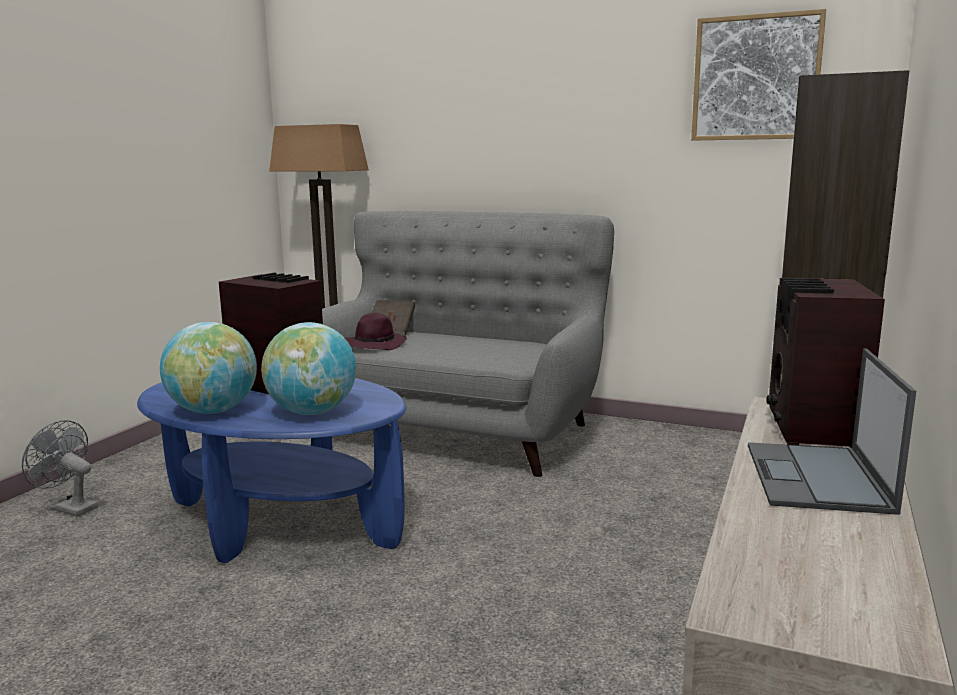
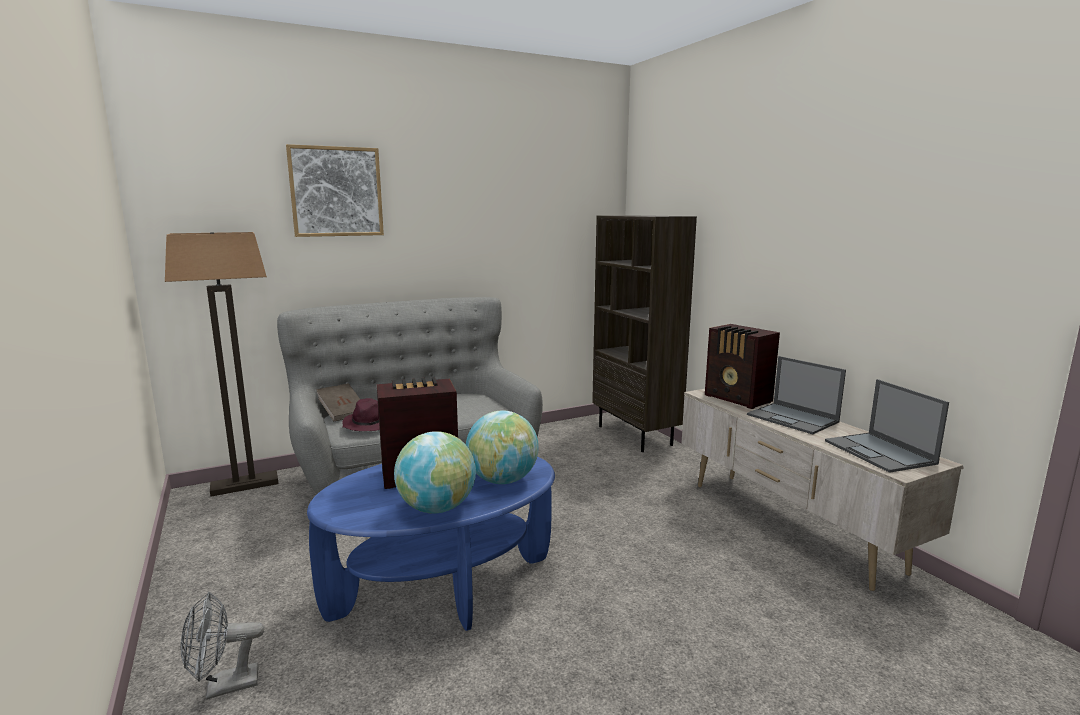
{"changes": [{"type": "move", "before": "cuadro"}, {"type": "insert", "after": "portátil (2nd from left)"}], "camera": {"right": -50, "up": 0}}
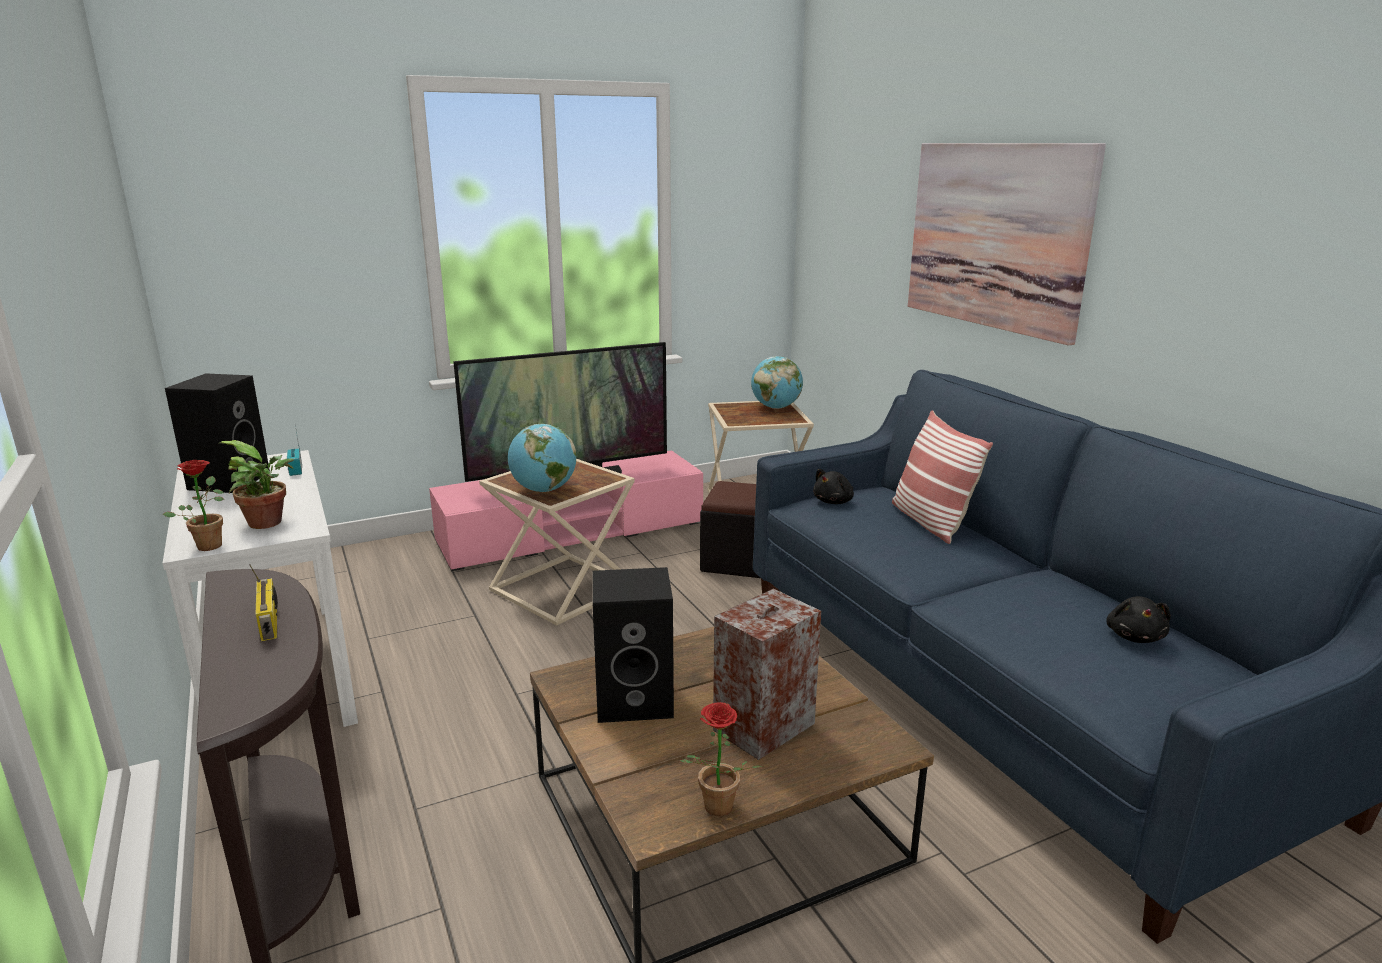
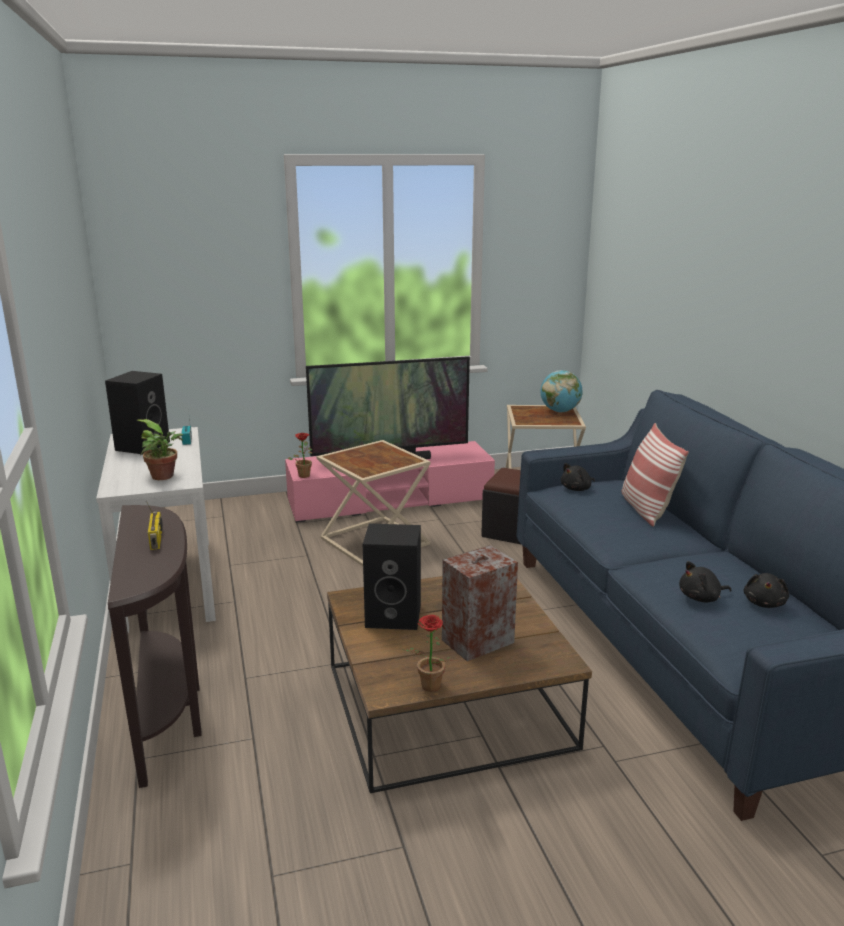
{"changes": [{"type": "delete", "before": "cuadro"}, {"type": "delete", "before": "globo terráqueo (1st from left)"}, {"type": "move", "before": "planta en maceta (1st from left in the first image)", "after": "planta en maceta (2nd from left)"}, {"type": "insert", "after": "peluche [negro] (2nd from left)"}], "camera": {"right": 10, "up": 0}}
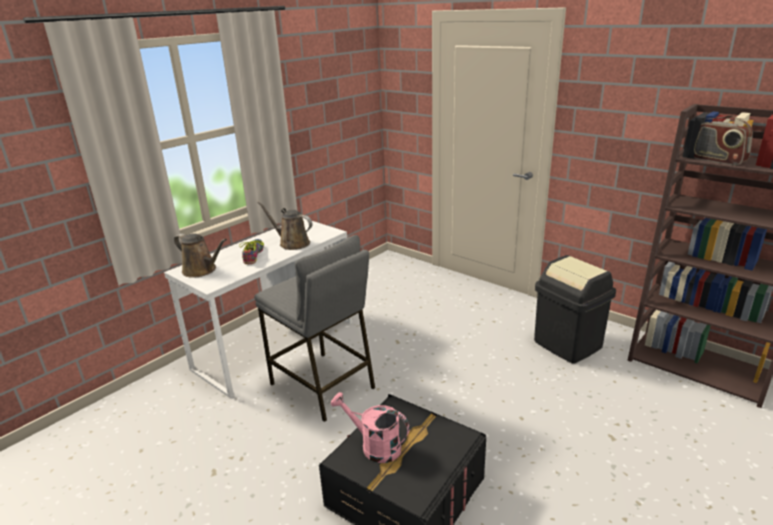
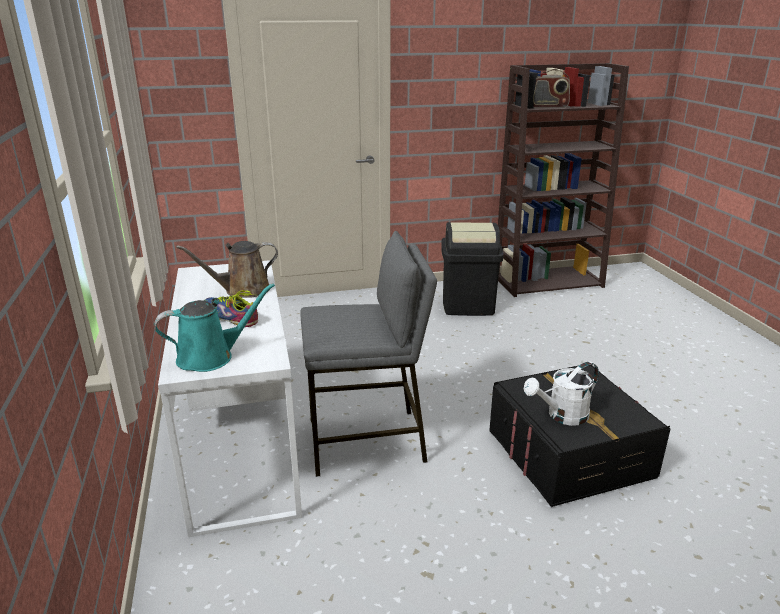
{"changes": [{"type": "recolor", "before": "regadera [marrón] (1st from left)", "after": "regadera [turquesa]"}, {"type": "recolor", "before": "regadera [rosa]", "after": "regadera [blanco]"}], "camera": {"right": -55, "up": 0}}
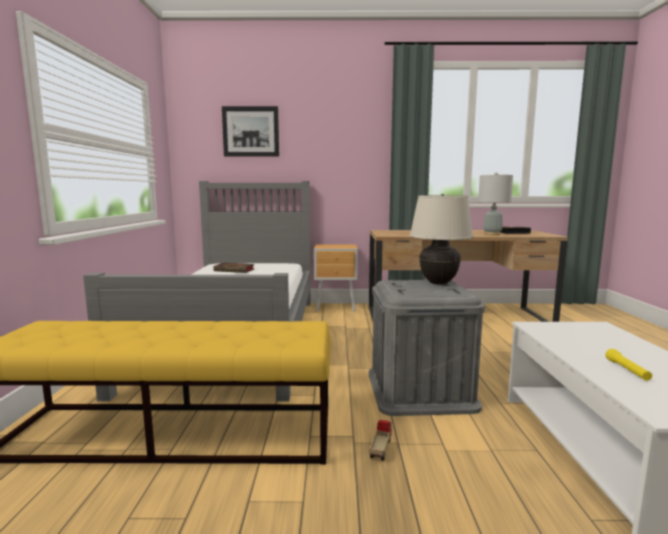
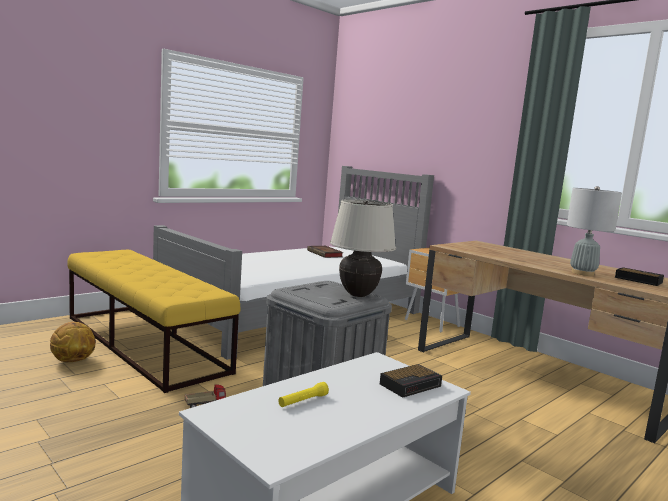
{"changes": [{"type": "delete", "before": "cuadro"}, {"type": "insert", "after": "balón de baloncesto"}, {"type": "insert", "after": "despertador (1st from left)"}], "camera": {"right": 45, "up": 0}}
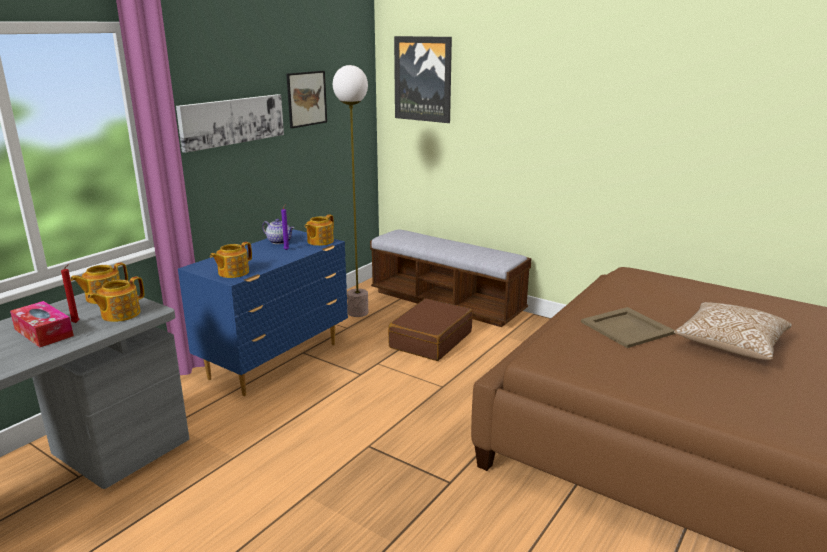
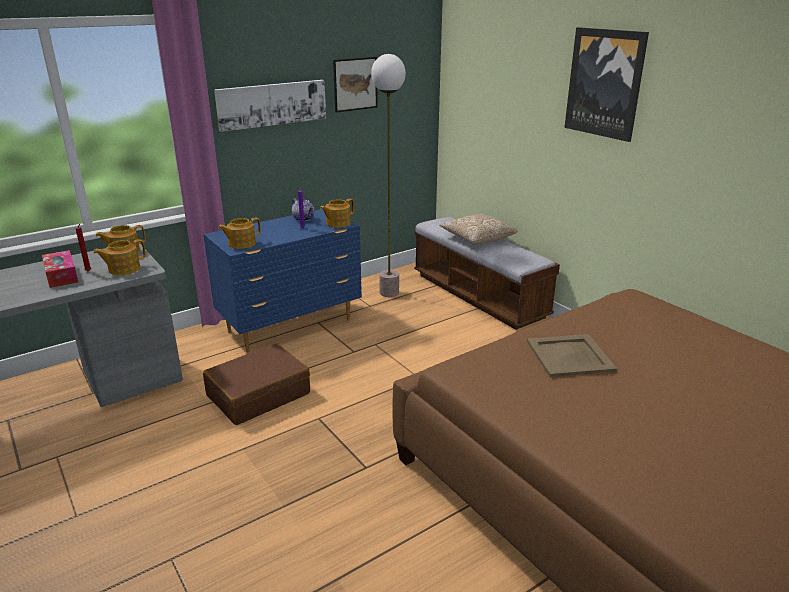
{"changes": [{"type": "move", "before": "cuadro (3rd from left)"}, {"type": "move", "before": "maleta [marrón]"}, {"type": "move", "before": "cojín"}], "camera": {"right": 20, "up": 5}}
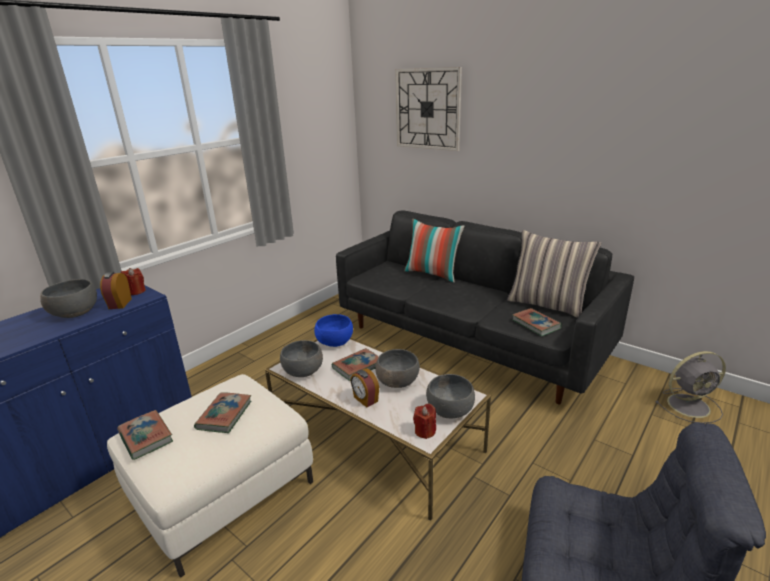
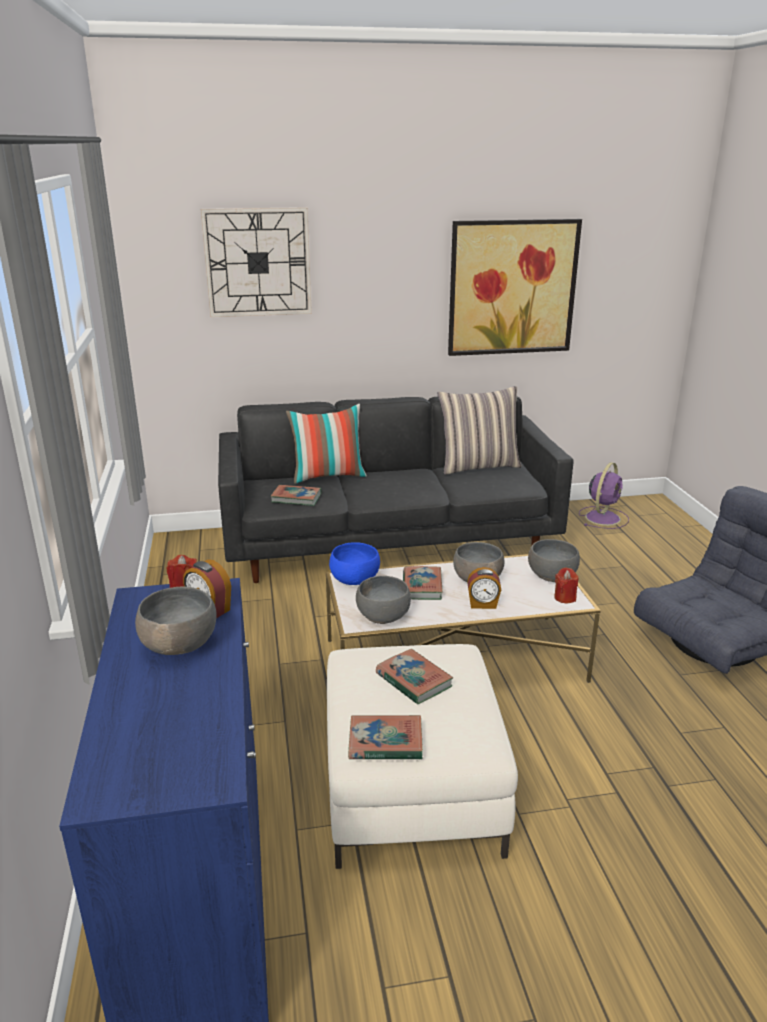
{"changes": [{"type": "move", "before": "libro (4th from left in the first image)", "after": "libro (1st from left)"}, {"type": "recolor", "before": "ventilador [gris]", "after": "ventilador [morado]"}, {"type": "insert", "after": "cuadro"}], "camera": {"right": -50, "up": 0}}
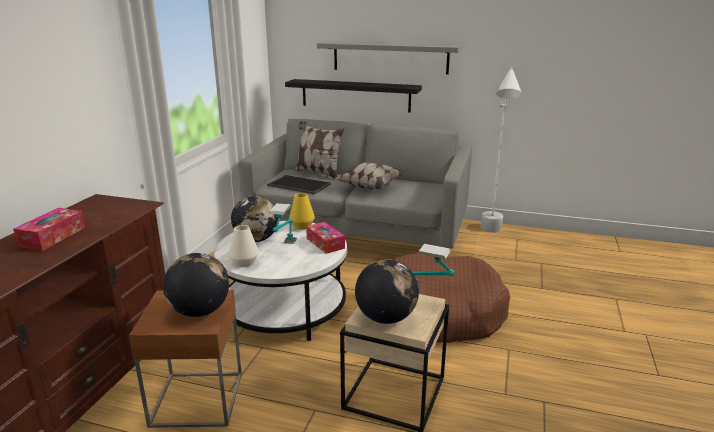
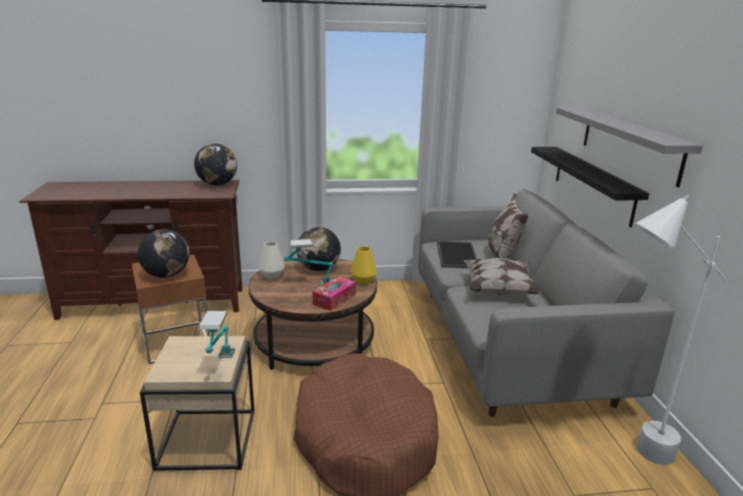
{"changes": [{"type": "delete", "before": "caja de pañuelos (1st from left)"}, {"type": "recolor", "before": "mesa de centro [blanco]", "after": "mesa de centro [marrón]"}, {"type": "move", "before": "globo terráqueo (3rd from left in the first image)", "after": "globo terráqueo (2nd from left)"}], "camera": {"right": 65, "up": 0}}
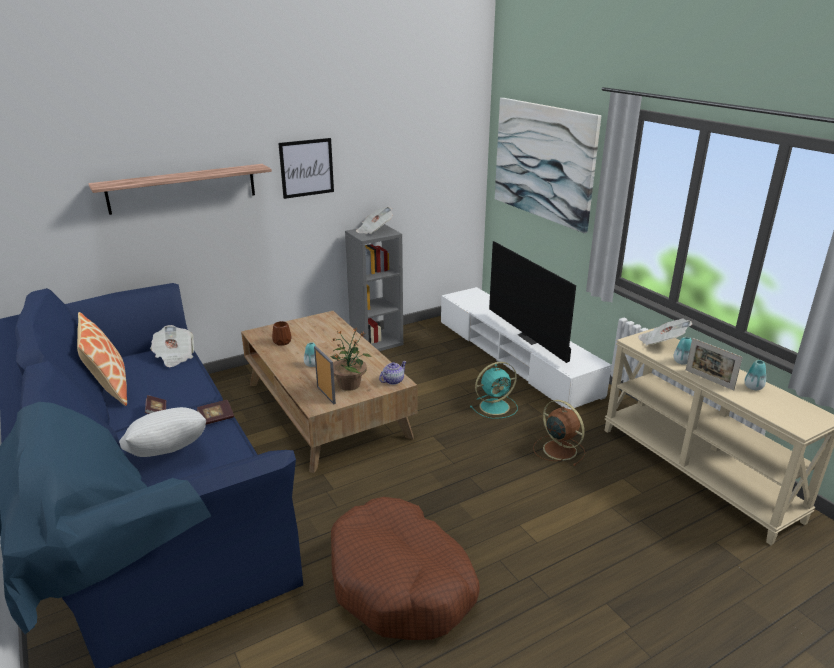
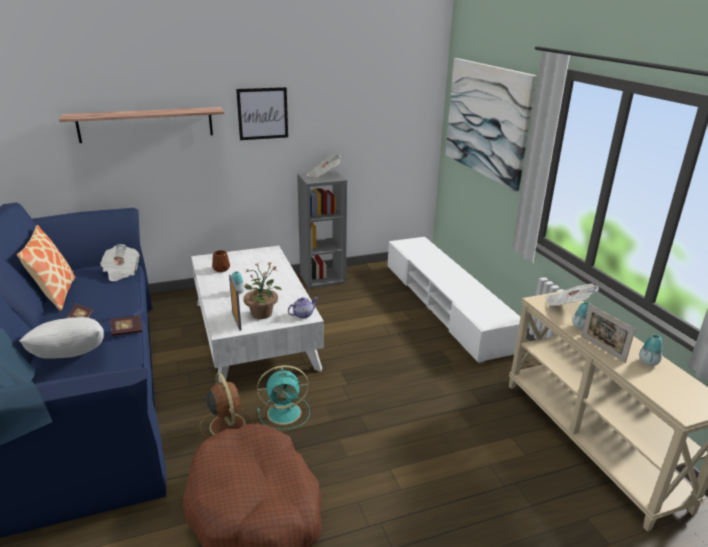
{"changes": [{"type": "delete", "before": "televisor"}, {"type": "recolor", "before": "mesa de centro [marrón]", "after": "mesa de centro [blanco]"}, {"type": "move", "before": "ventilador [turquesa]"}, {"type": "move", "before": "ventilador [marrón]"}], "camera": {"right": 10, "up": 0}}
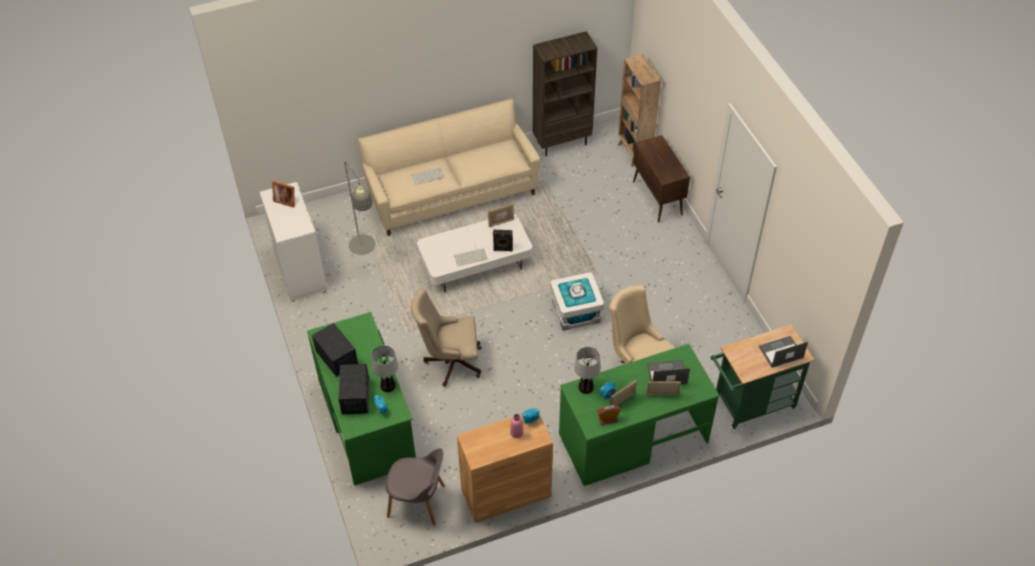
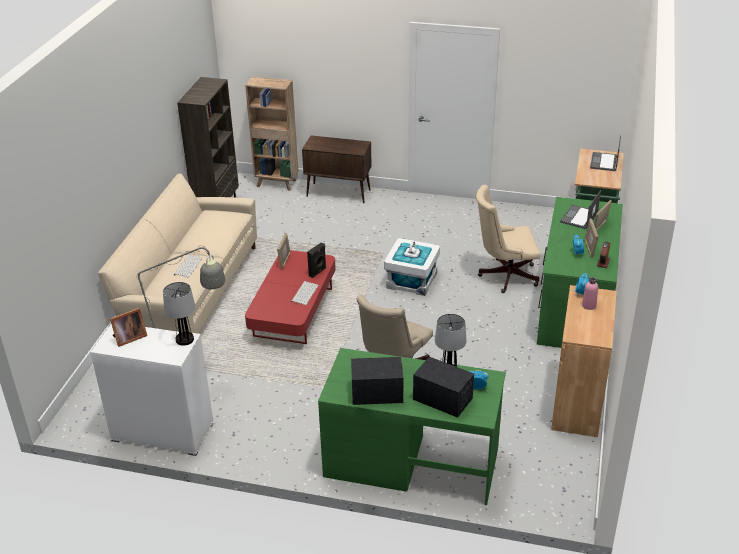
{"changes": [{"type": "recolor", "before": "mesa de centro [blanco]", "after": "mesa de centro [rojo]"}, {"type": "move", "before": "lámpara de mesa (2nd from left in the first image)", "after": "lámpara de mesa (1st from left)"}, {"type": "delete", "before": "silla [gris]"}], "camera": {"right": -55, "up": -15}}
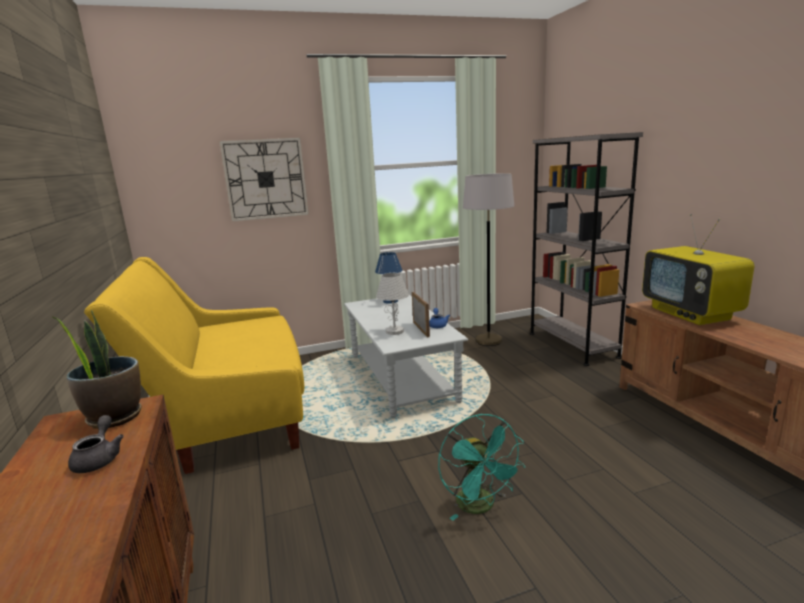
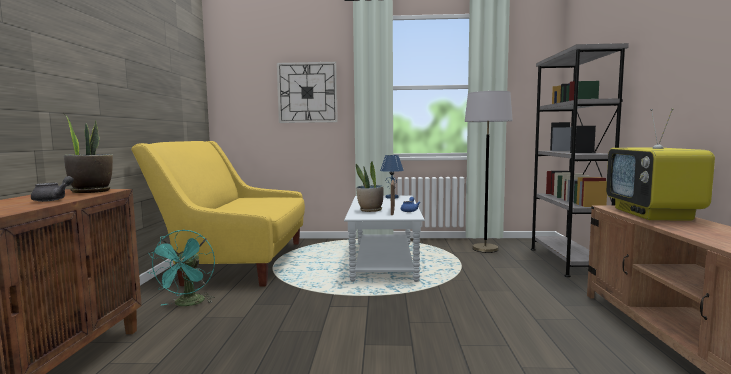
{"changes": [{"type": "replace", "before": "lámpara de mesa [blanco]", "after": "planta en maceta (2nd from left)"}, {"type": "move", "before": "ventilador [turquesa]"}], "camera": {"right": 20, "up": -10}}
